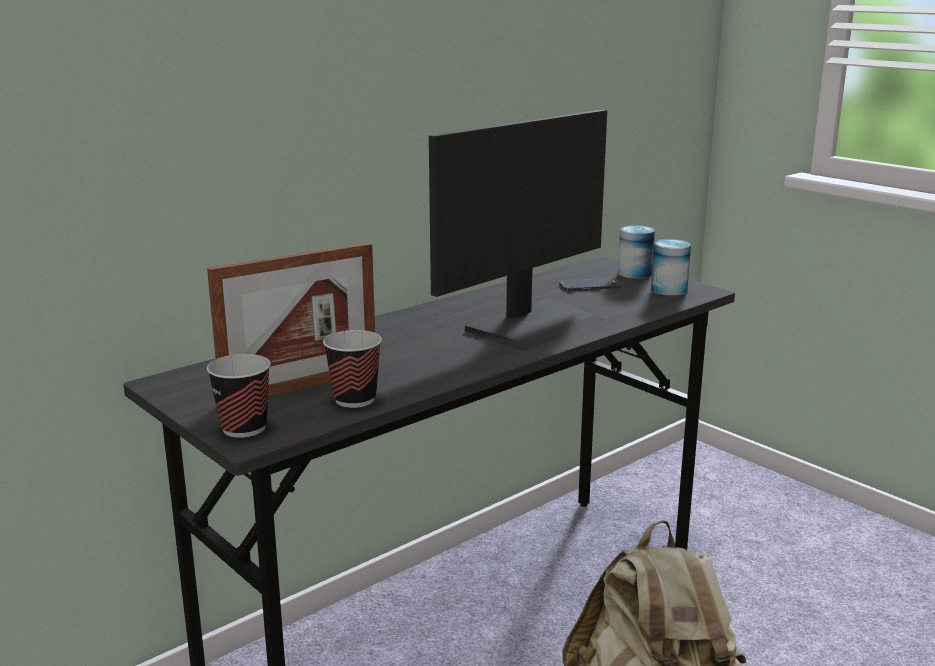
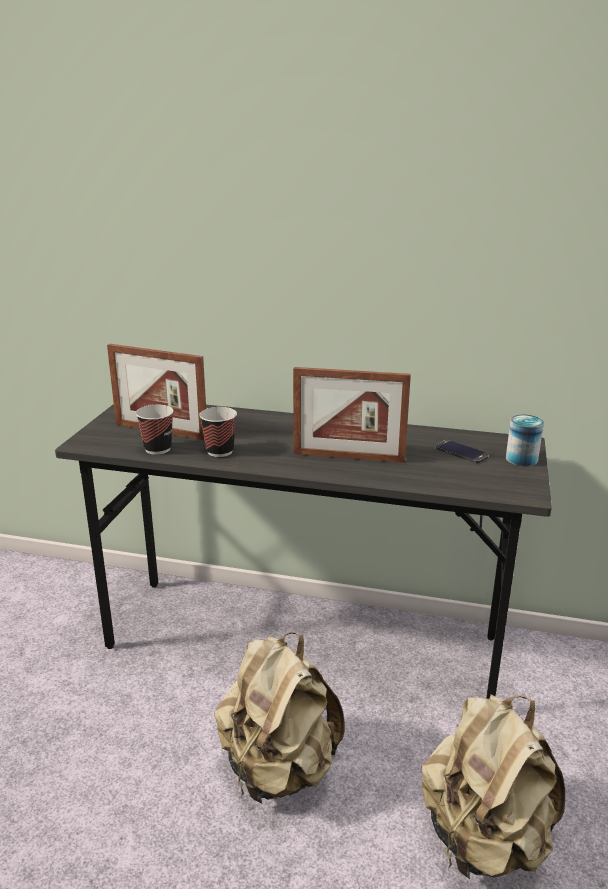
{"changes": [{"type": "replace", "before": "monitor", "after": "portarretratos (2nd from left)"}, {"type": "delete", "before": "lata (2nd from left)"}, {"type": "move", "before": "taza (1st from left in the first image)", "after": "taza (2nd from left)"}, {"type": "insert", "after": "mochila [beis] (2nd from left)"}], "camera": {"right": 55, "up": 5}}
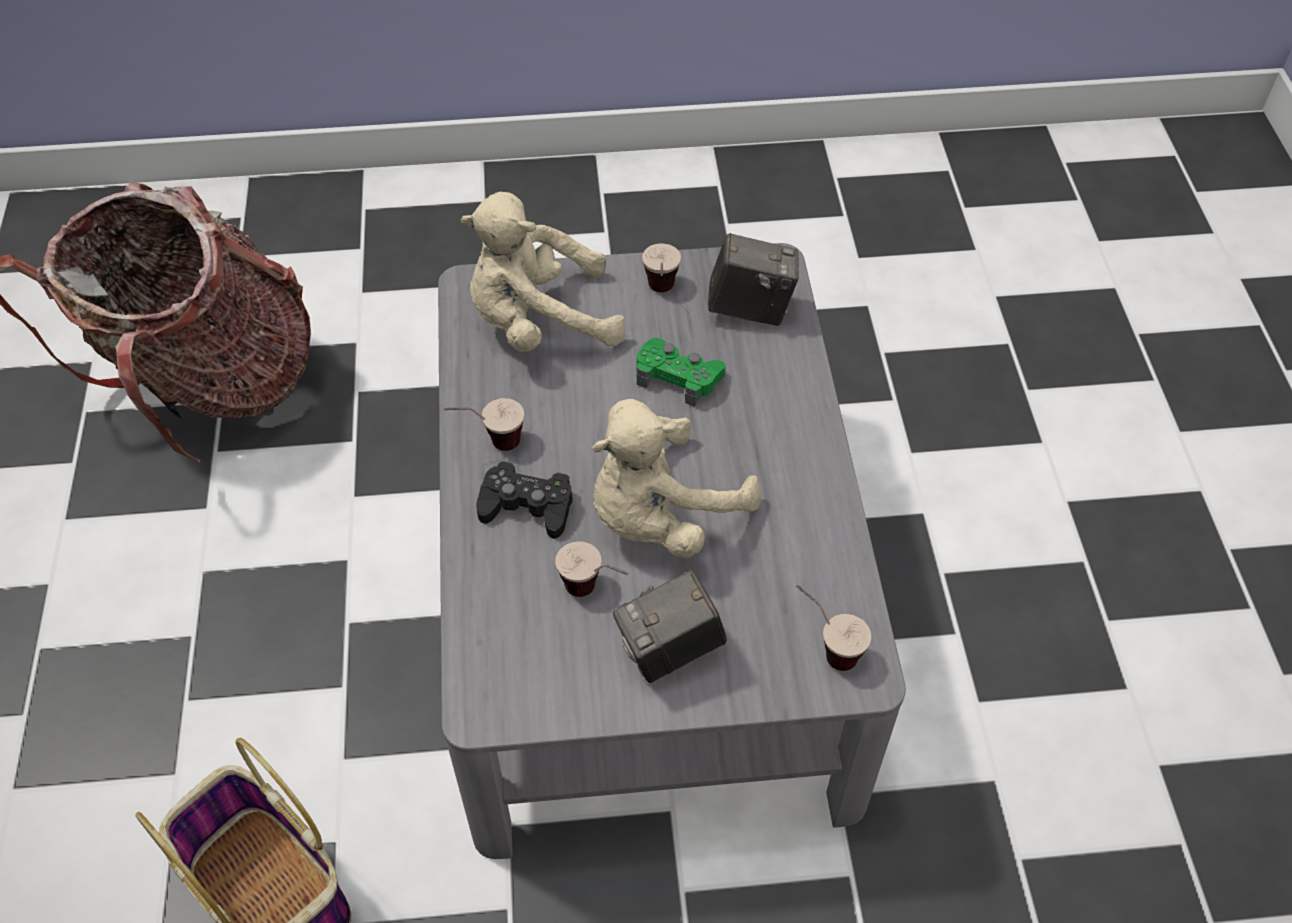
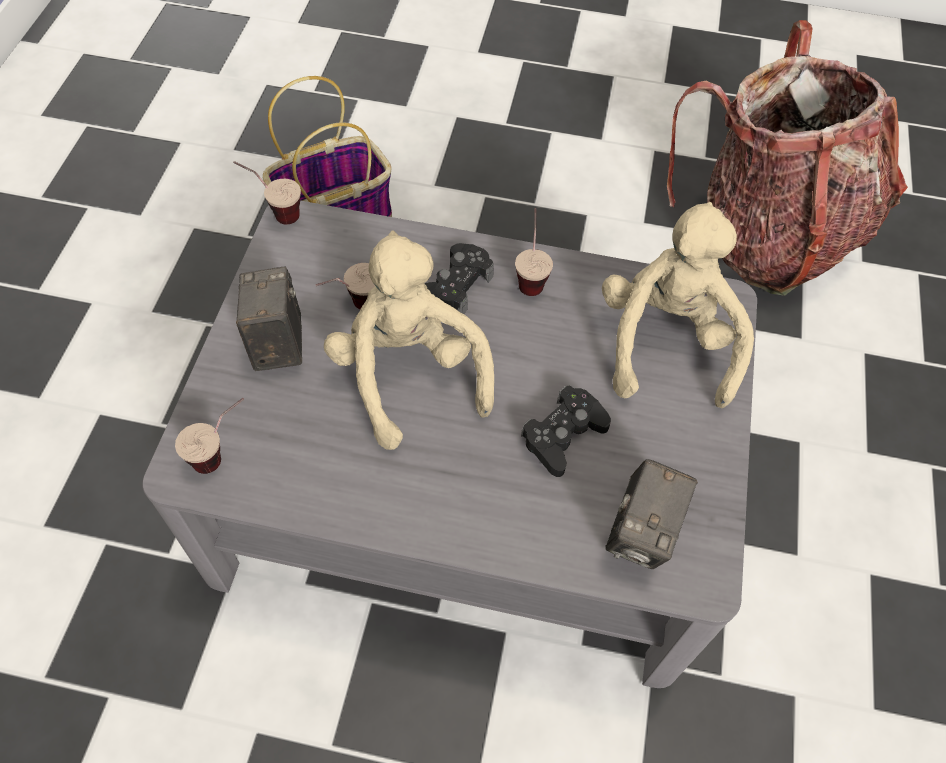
{"changes": [{"type": "move", "before": "taza (3rd from left in the first image)", "after": "taza (2nd from left)"}, {"type": "recolor", "before": "mando de consola [verde]", "after": "mando de consola [negro] (2nd from left)"}], "camera": {"right": 105, "up": 5}}
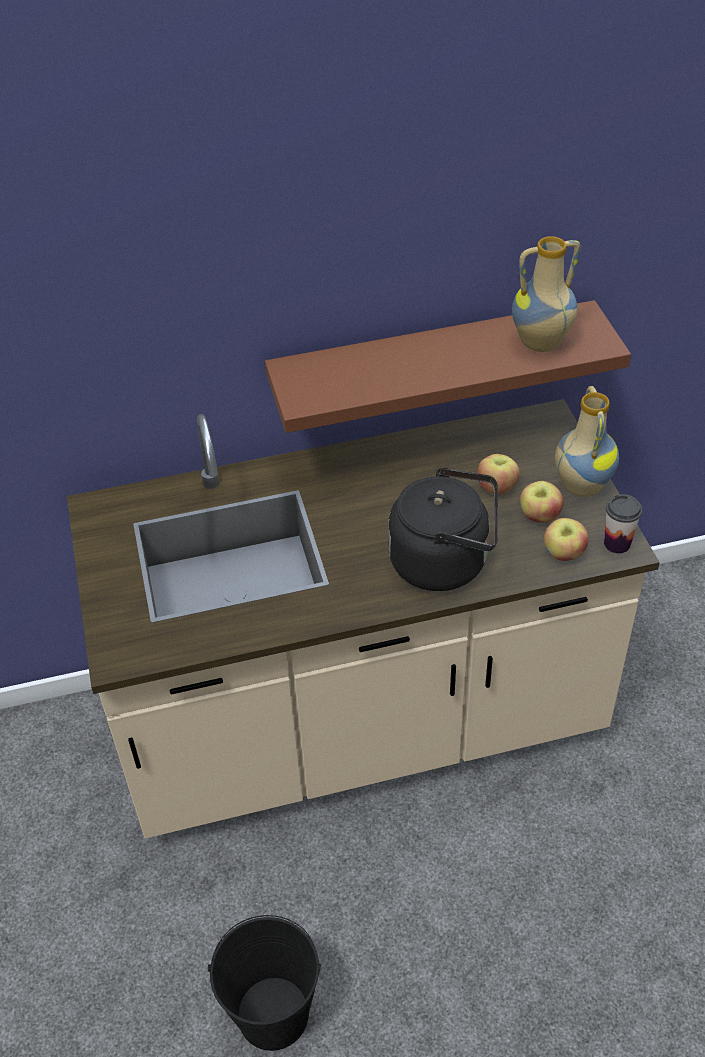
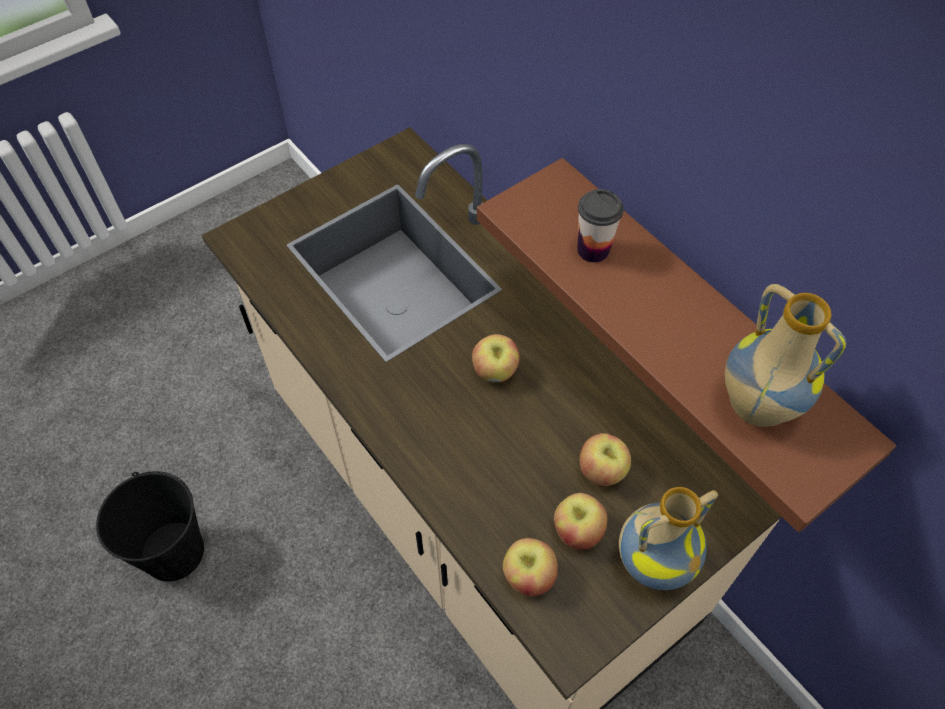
{"changes": [{"type": "delete", "before": "hervidor [negro]"}, {"type": "move", "before": "taza"}, {"type": "insert", "after": "manzana (1st from left)"}], "camera": {"right": 65, "up": 10}}
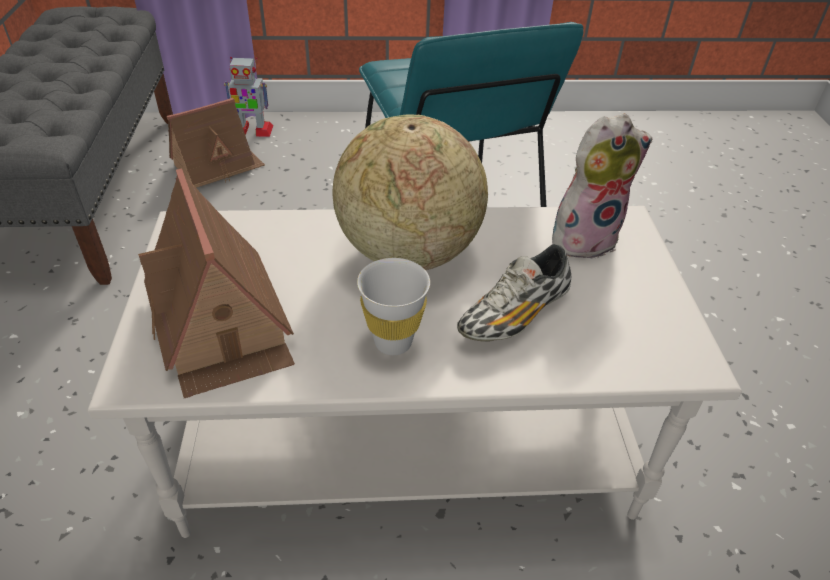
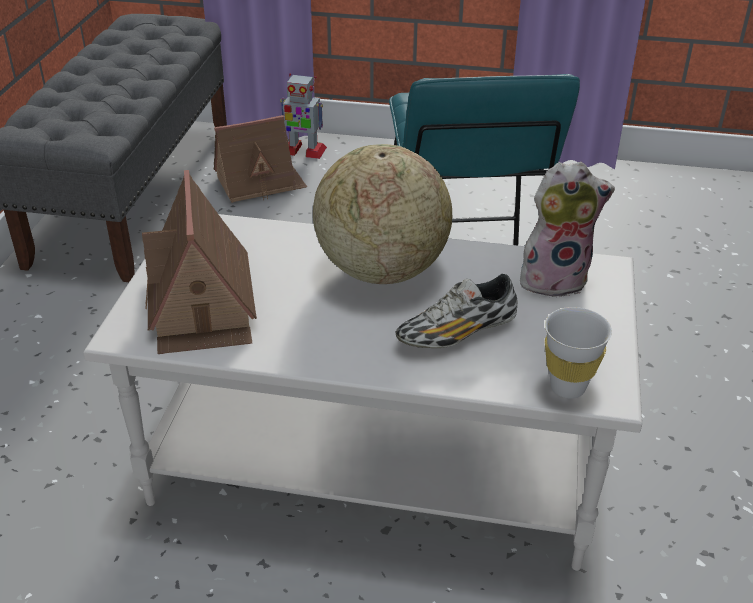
{"changes": [{"type": "move", "before": "taza [blanco]"}], "camera": {"right": 15, "up": -5}}
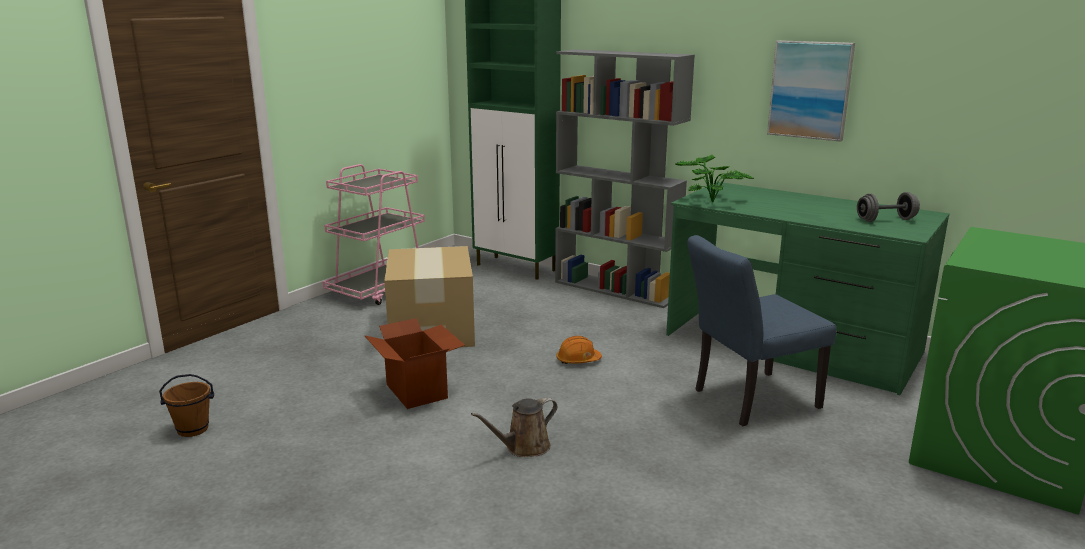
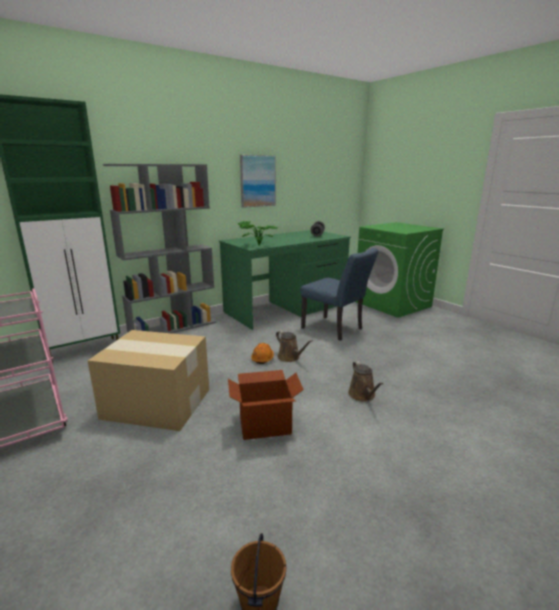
{"changes": [{"type": "rotate", "before": "silla [azul]", "turn": -45}, {"type": "insert", "after": "regadera [marrón] (1st from left)"}], "camera": {"right": -70, "up": 0}}
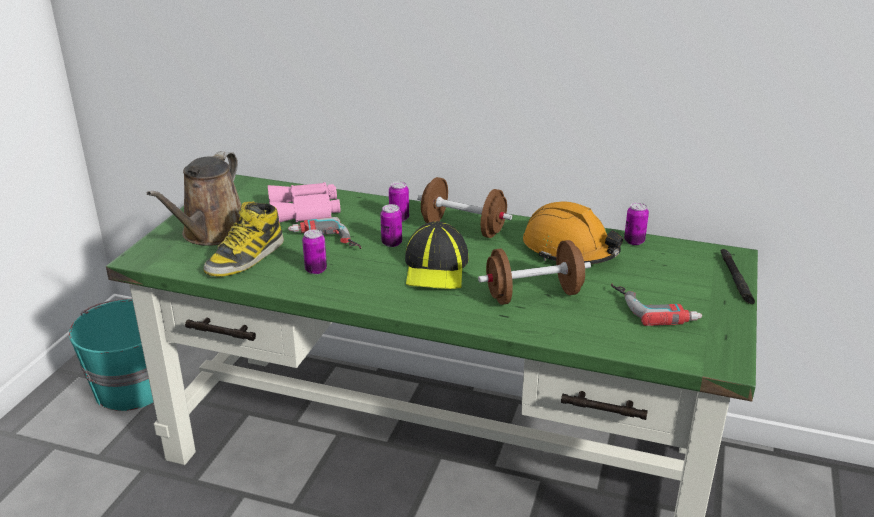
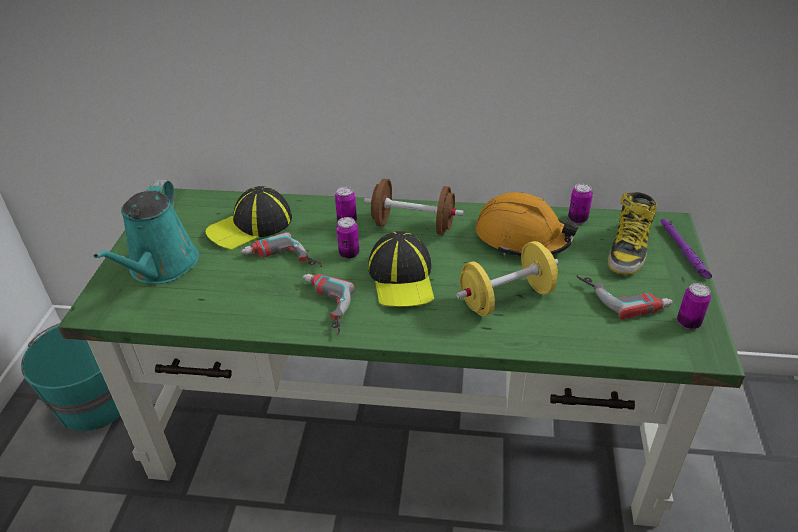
{"changes": [{"type": "recolor", "before": "regadera [marrón]", "after": "regadera [turquesa]"}, {"type": "replace", "before": "prismáticos [rosa]", "after": "gorra (1st from left)"}, {"type": "move", "before": "bota"}, {"type": "move", "before": "lata (1st from left in the first image)", "after": "lata (4th from left)"}, {"type": "recolor", "before": "mancuerna [marrón] (2nd from left)", "after": "mancuerna [amarillo]"}, {"type": "recolor", "before": "linterna [negro]", "after": "linterna [morado]"}, {"type": "insert", "after": "taladro (2nd from left)"}], "camera": {"right": -10, "up": 10}}
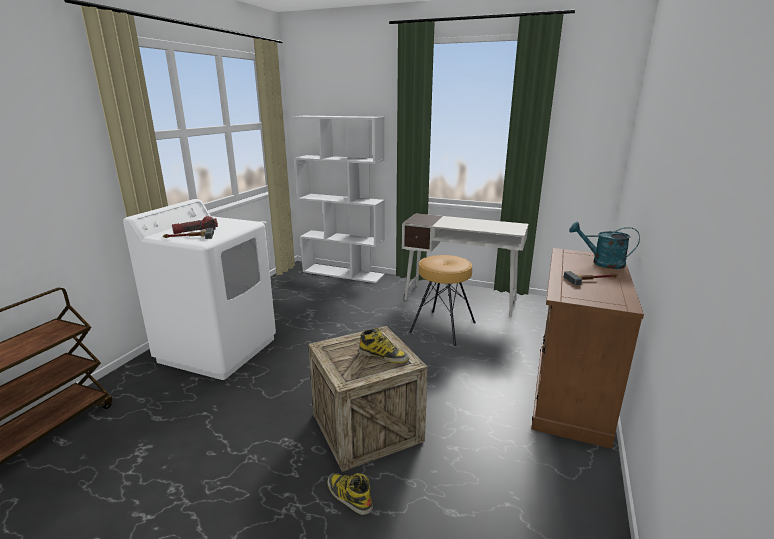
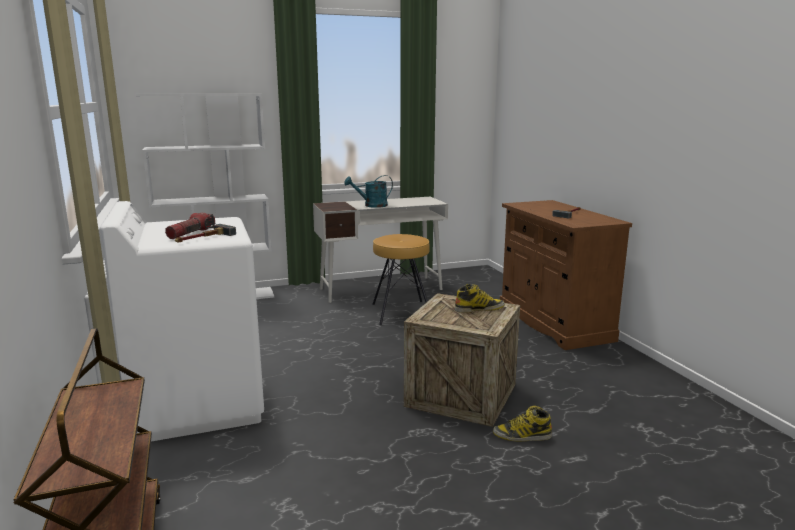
{"changes": [{"type": "move", "before": "regadera [turquesa]"}], "camera": {"right": -40, "up": -5}}
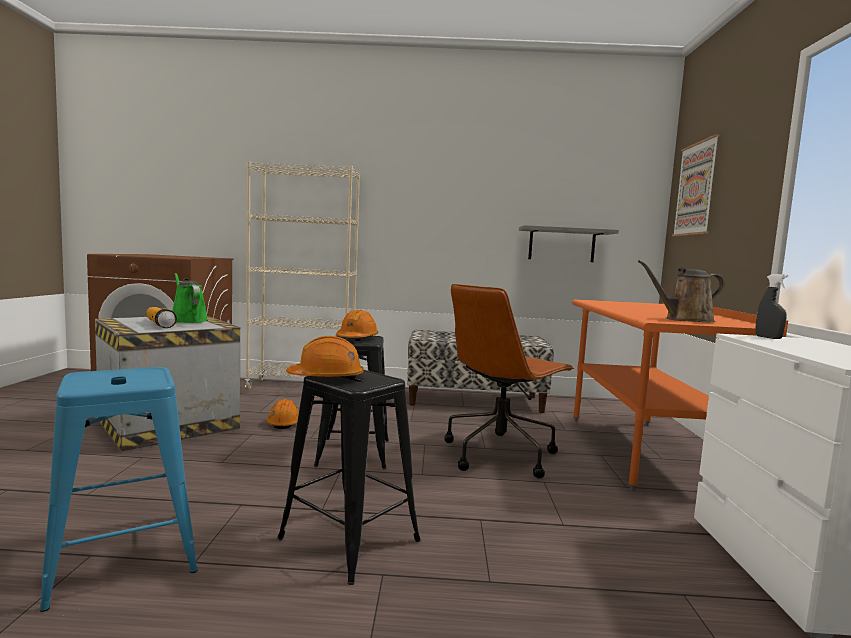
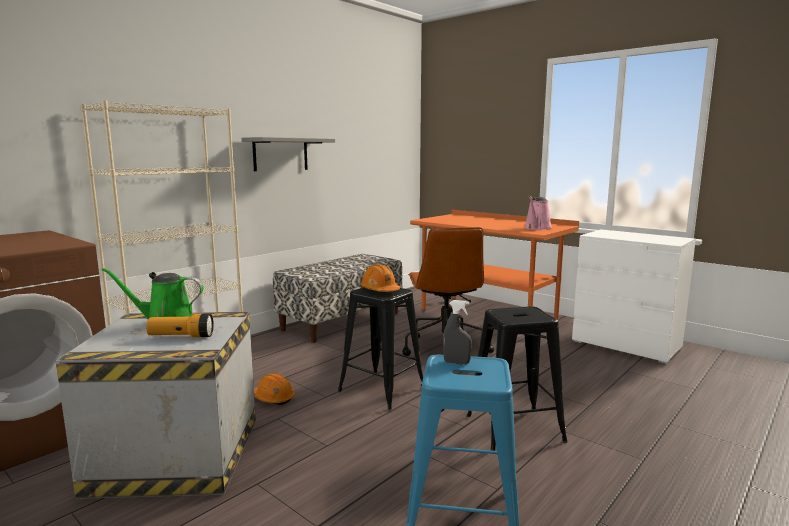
{"changes": [{"type": "delete", "before": "cuadro"}, {"type": "move", "before": "estante [gris]"}, {"type": "recolor", "before": "regadera [marrón]", "after": "regadera [rosa]"}, {"type": "move", "before": "pulverizador [gris]"}, {"type": "delete", "before": "casco [naranja] (2nd from left)"}], "camera": {"right": -50, "up": 5}}
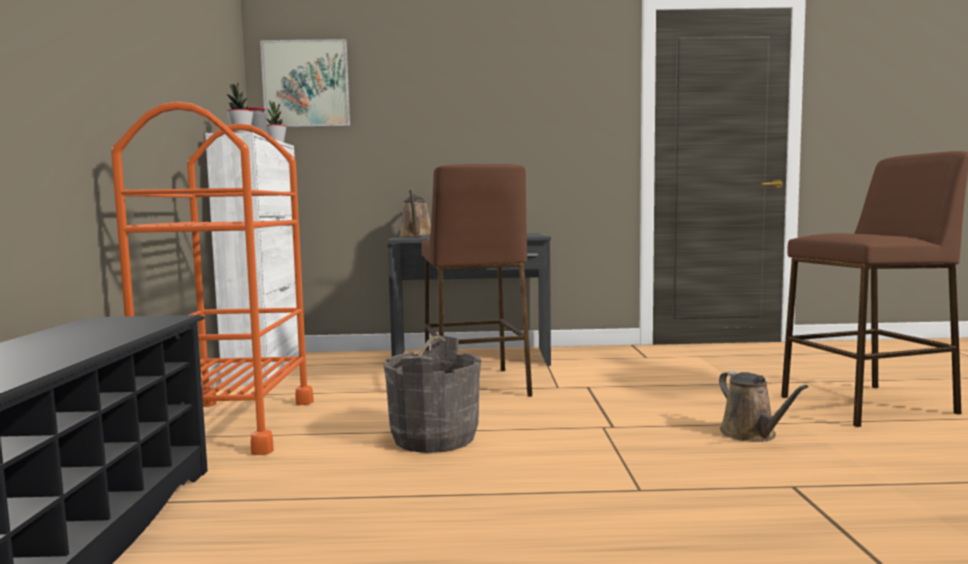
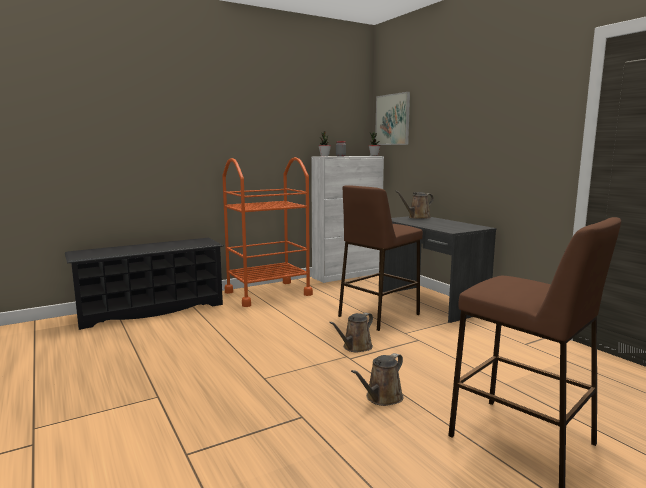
{"changes": [{"type": "delete", "before": "cubo [gris]"}, {"type": "insert", "after": "regadera [marrón] (1st from left)"}], "camera": {"right": 60, "up": 5}}
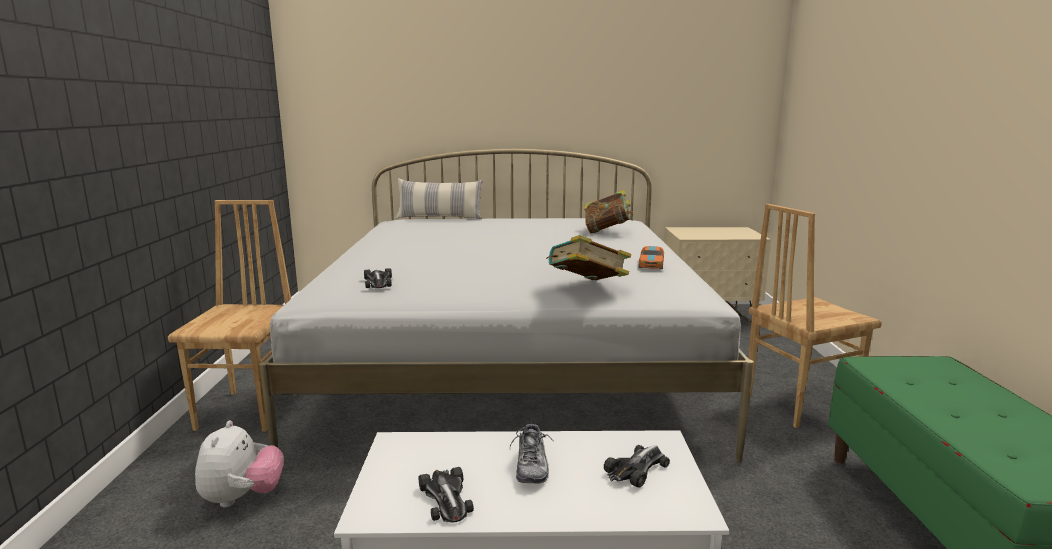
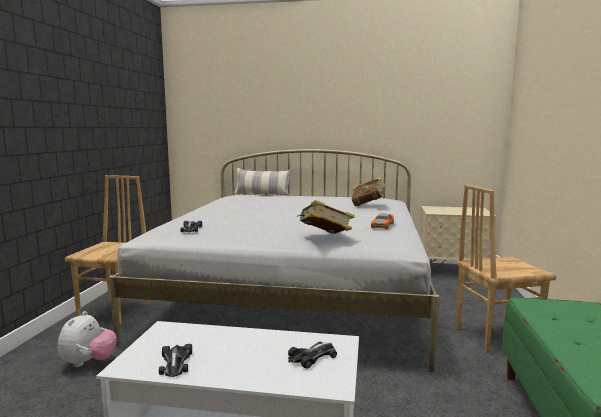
{"changes": [{"type": "delete", "before": "zapato"}], "camera": {"right": 10, "up": -5}}
